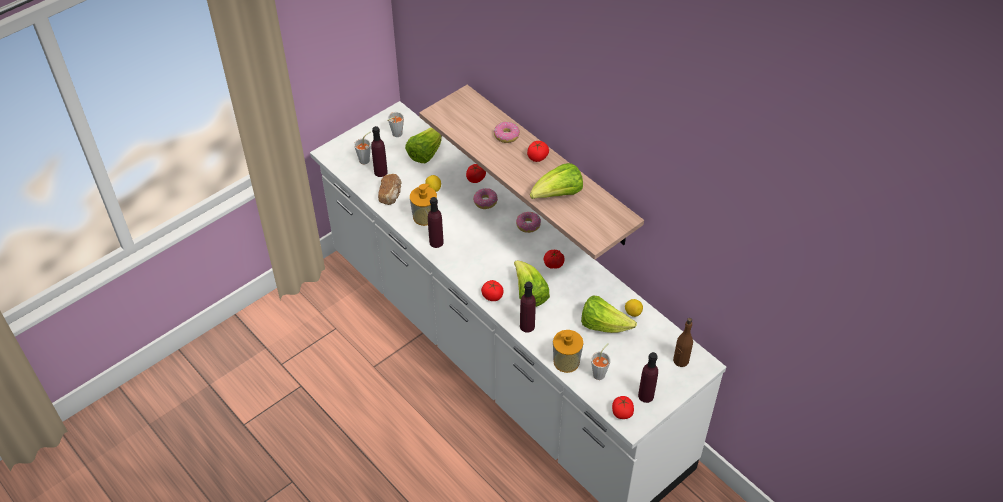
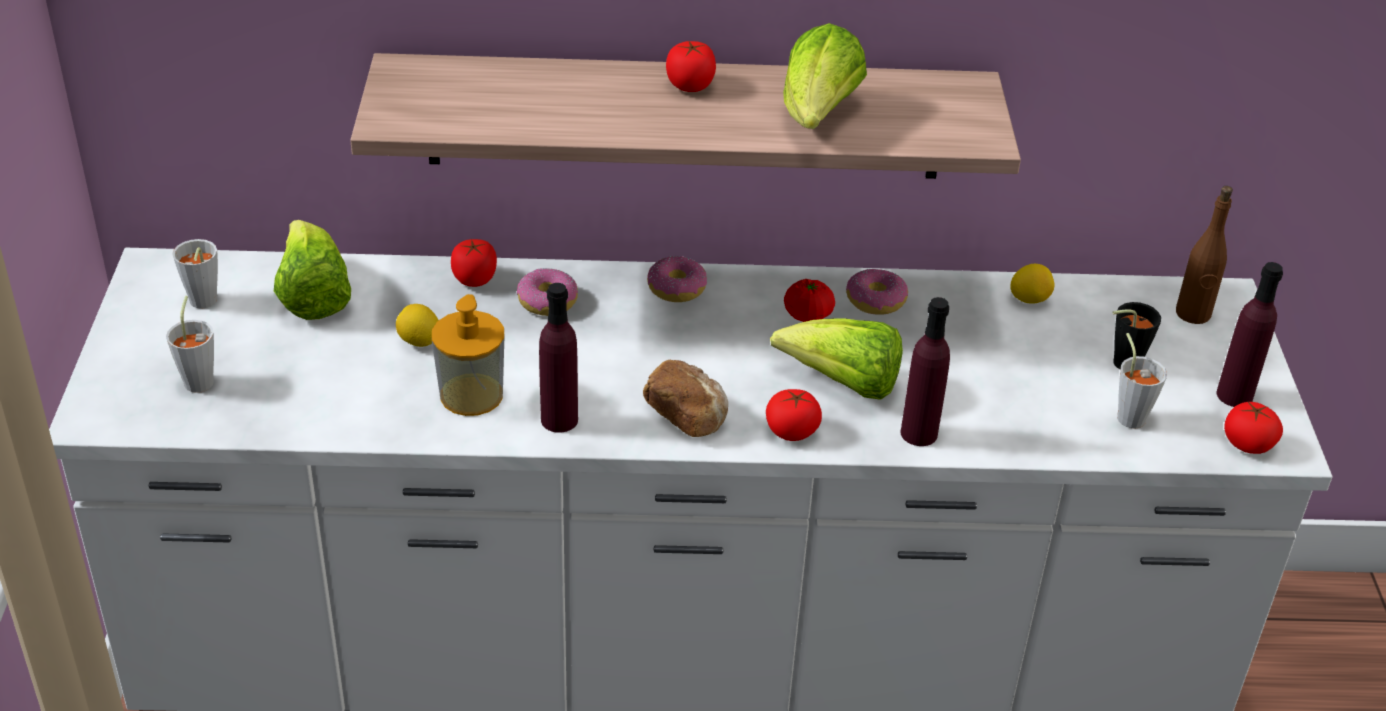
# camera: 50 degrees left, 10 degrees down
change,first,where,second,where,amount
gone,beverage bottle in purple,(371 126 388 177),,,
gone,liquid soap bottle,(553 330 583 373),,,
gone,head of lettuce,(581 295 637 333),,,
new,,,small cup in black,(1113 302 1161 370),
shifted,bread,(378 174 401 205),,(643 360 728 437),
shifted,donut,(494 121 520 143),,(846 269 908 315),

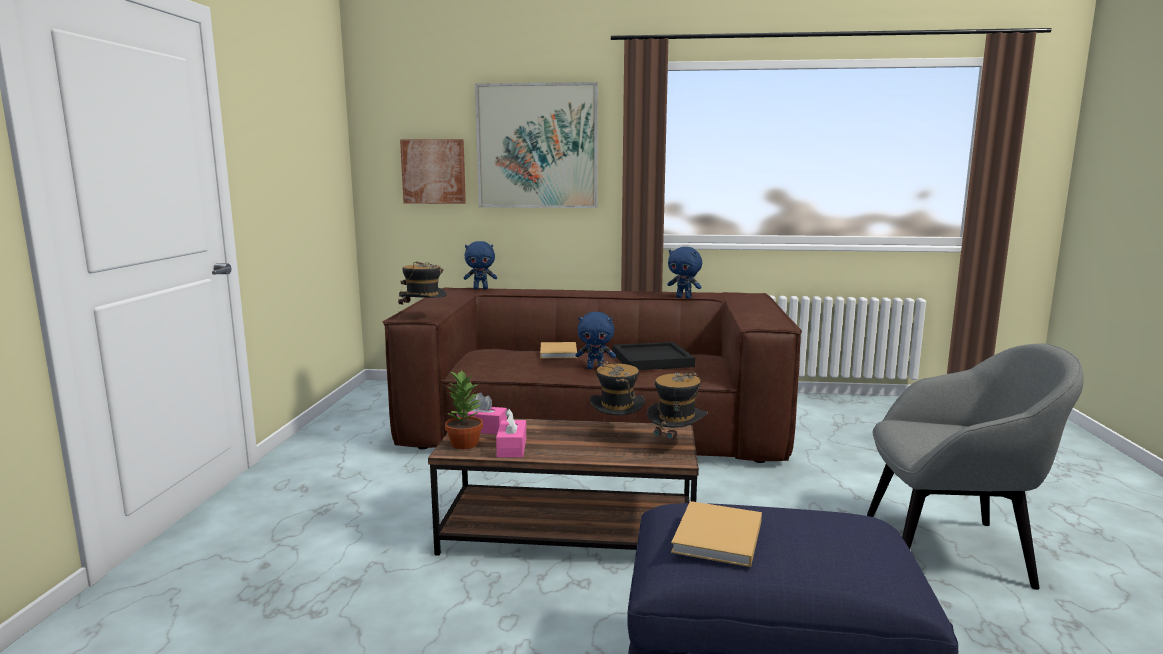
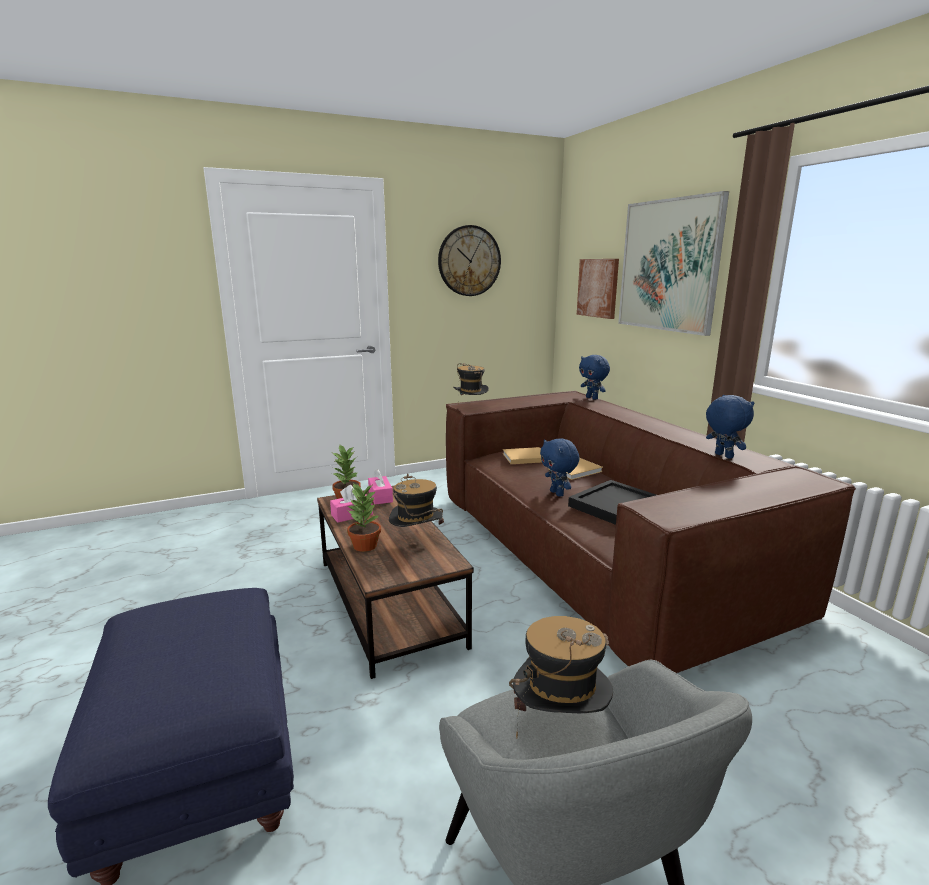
# camera: 60 degrees right, 5 degrees up
change,first,where,second,where,amount
new,,,plant in a pot,(347 483 381 552),
new,,,wall clock,(438 225 501 296),
shifted,wearable hat,(647 371 708 457),,(509 616 613 738),
shifted,book in beige-coloured,(671 501 762 567),,(503 447 542 464),
rotated,soft toy in blue,(667 247 702 299),,(706 395 754 459),150 degrees clockwise

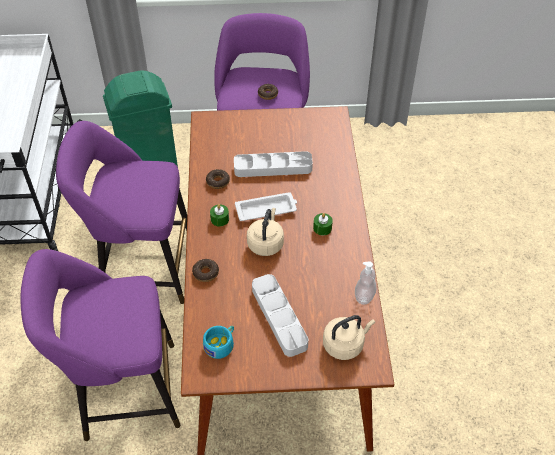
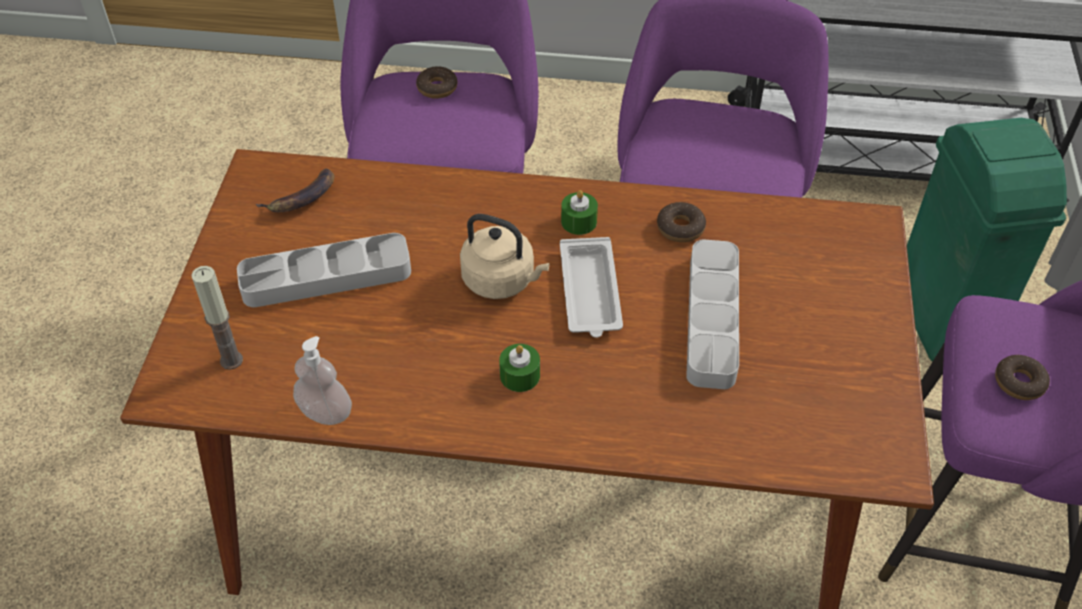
# camera: 100 degrees right, 0 degrees up
change,first,where,second,where,amount
shifted,donut,(192 259 219 282),,(416 66 457 99),
swapped,small cup in turquoise,(203 326 234 359),banana fruit,(256 168 334 212),
swapped,kettle in beige-coloured,(323 315 375 360),candle,(191 266 243 370),

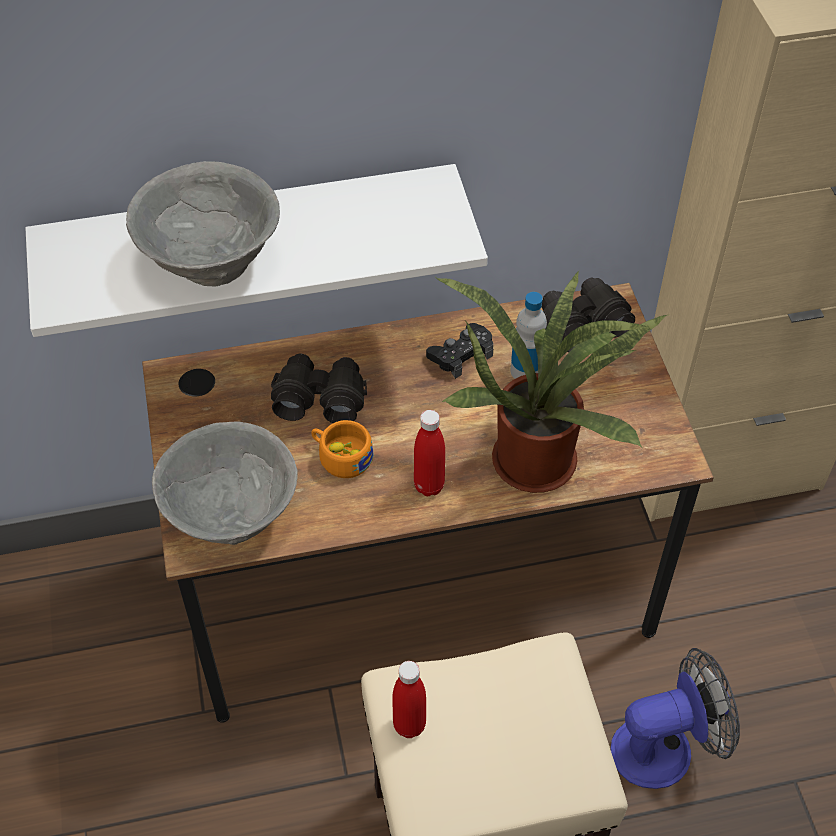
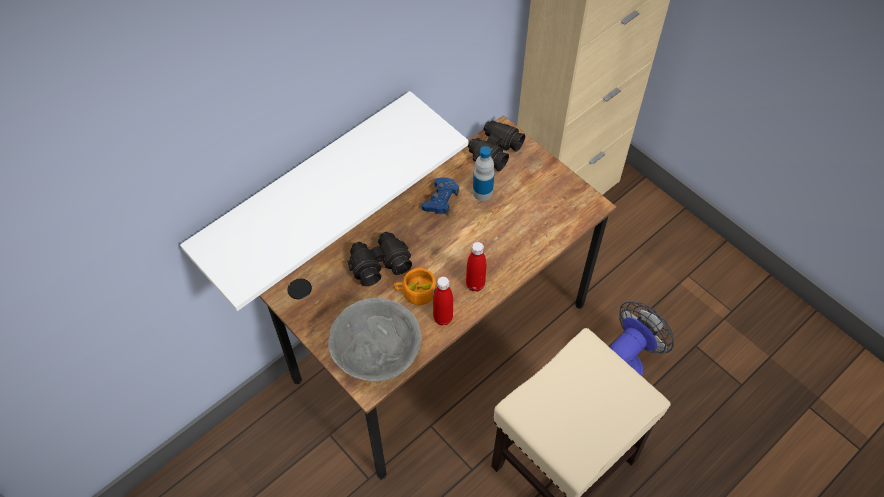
# camera: 30 degrees left, 5 degrees up
change,first,where,second,where,amount
gone,deep dish in gray,(126 161 280 286),,,
gone,plant in a pot,(437 269 667 493),,,
shifted,beverage bottle in red,(392 661 426 738),,(433 276 453 325),
repainted,joypad in black,(426 323 493 379),joypad in blue,(422 178 459 216),

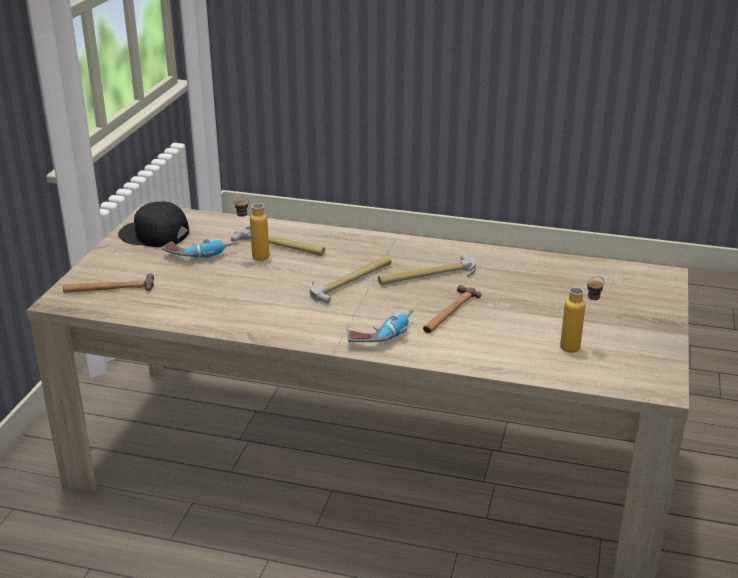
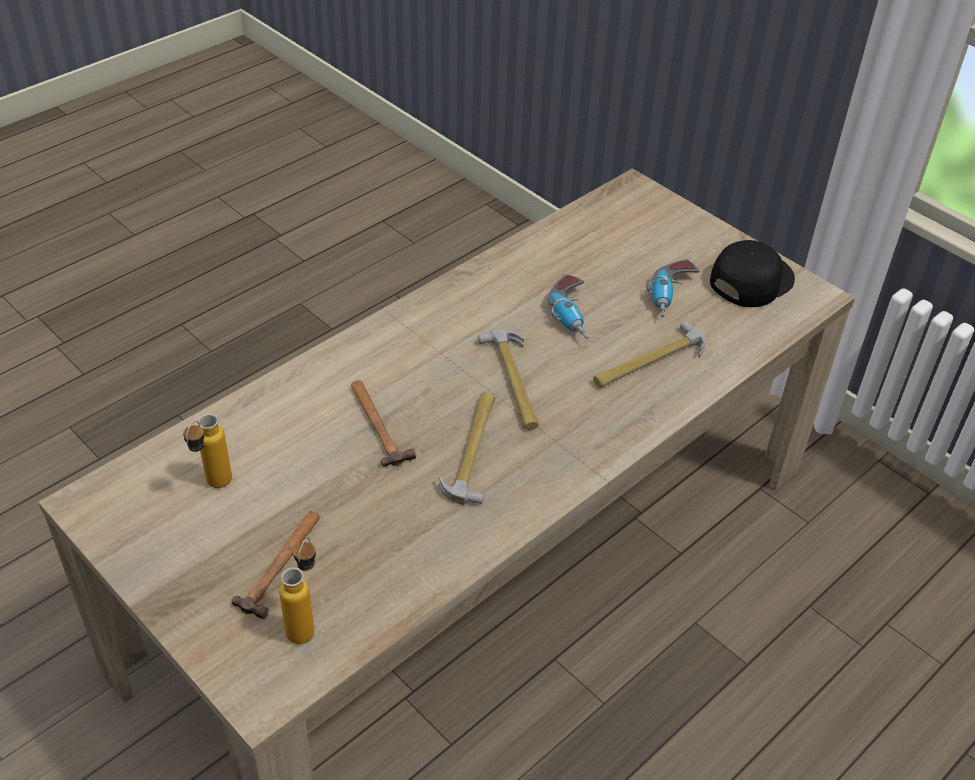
# camera: 120 degrees right, 15 degrees up
change,first,where,second,where,amount
shifted,hand hammer,(63 274 154 293),,(231 511 320 619),
shifted,beverage bottle,(234 195 269 261),,(279 538 316 644),
shifted,electric drill,(347 310 414 342),,(548 274 589 339),

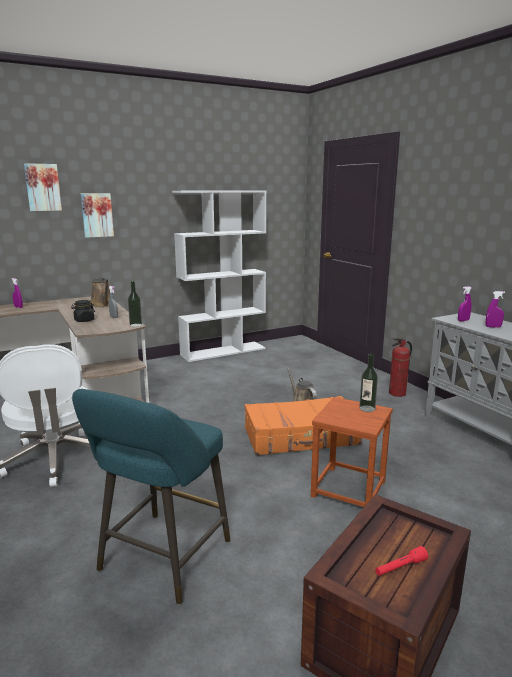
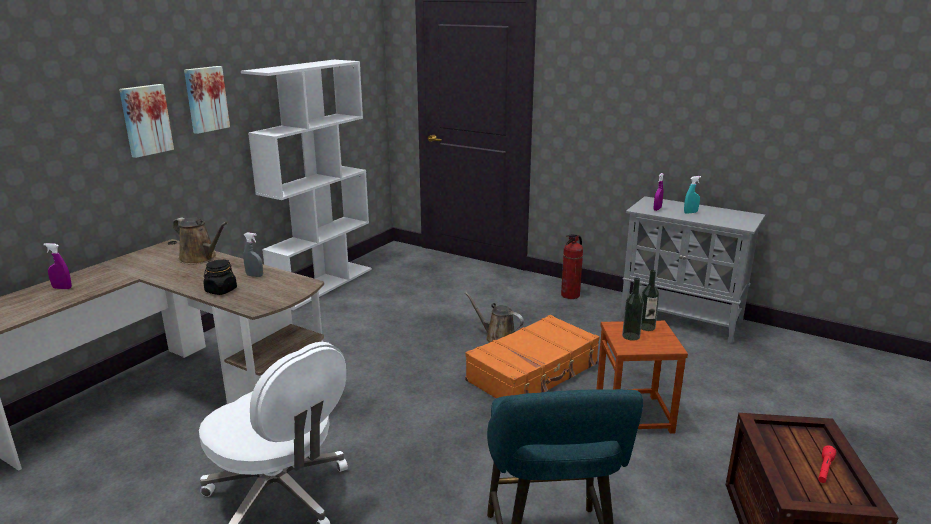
# camera: 30 degrees left, 5 degrees up
change,first,where,second,where,amount
shifted,picture,(24 163 62 211),,(184 66 230 134),
shifted,beverage bottle,(128 281 142 327),,(622 277 644 341),
repainted,sprayer in purple,(486 291 505 328),sprayer in turquoise,(684 176 701 214),

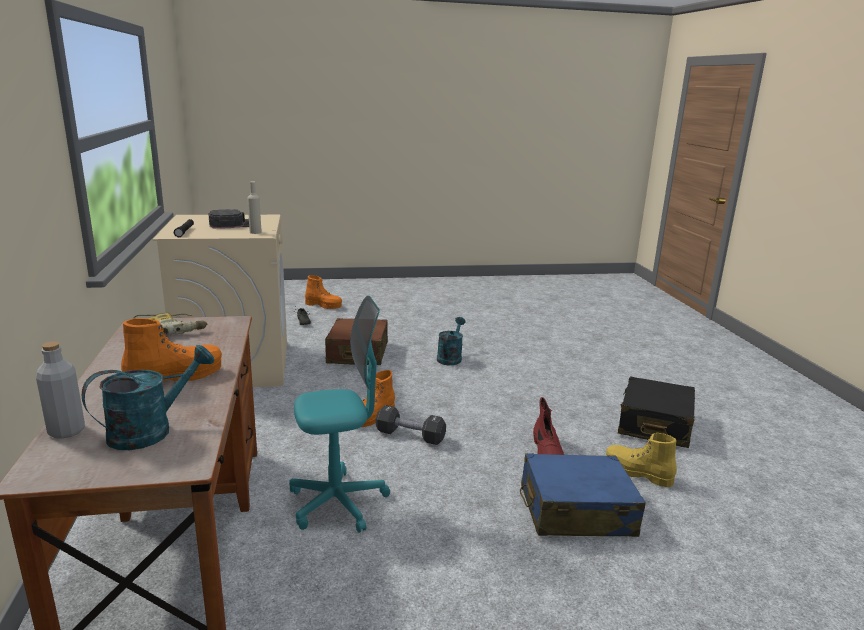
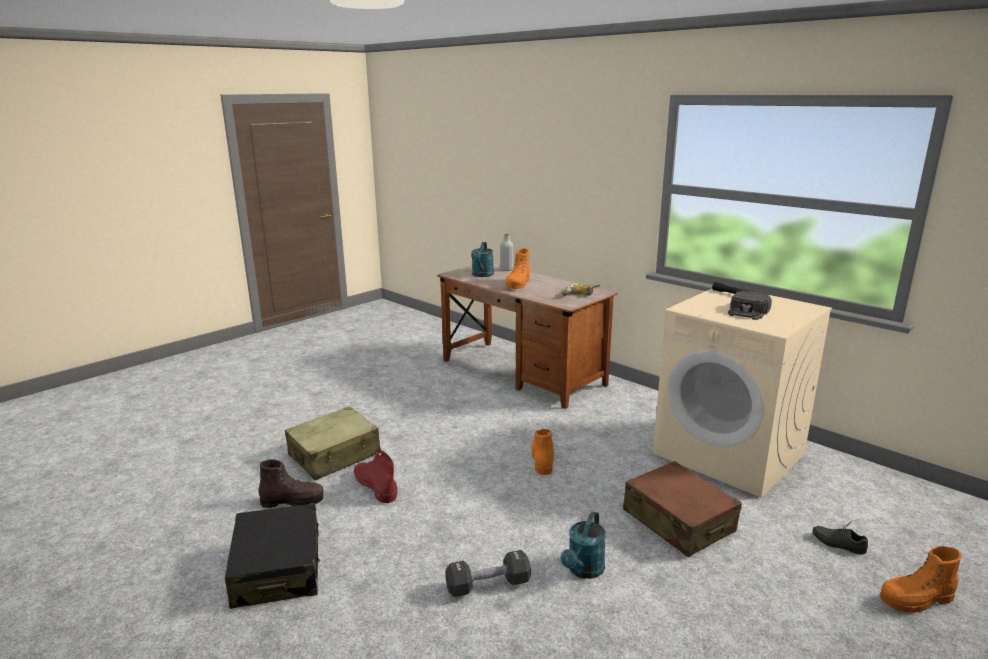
# camera: 145 degrees right, 0 degrees up
change,first,where,second,where,amount
gone,beverage bottle in beige-coloured,(247 182 262 234),,,
gone,computer chair in turquoise,(289 296 390 533),,,
shifted,dumbbell in black,(376 405 446 445),,(445 550 531 597),
repainted,piece of luggage in blue,(520 453 646 537),piece of luggage in beige-coloured,(285 407 381 480),
repainted,tall boot in yellow,(606 433 677 487),tall boot in brown,(258 460 323 508),
rotated,watering pot in turquoise,(437 317 466 365),,(561 511 606 579),45 degrees clockwise

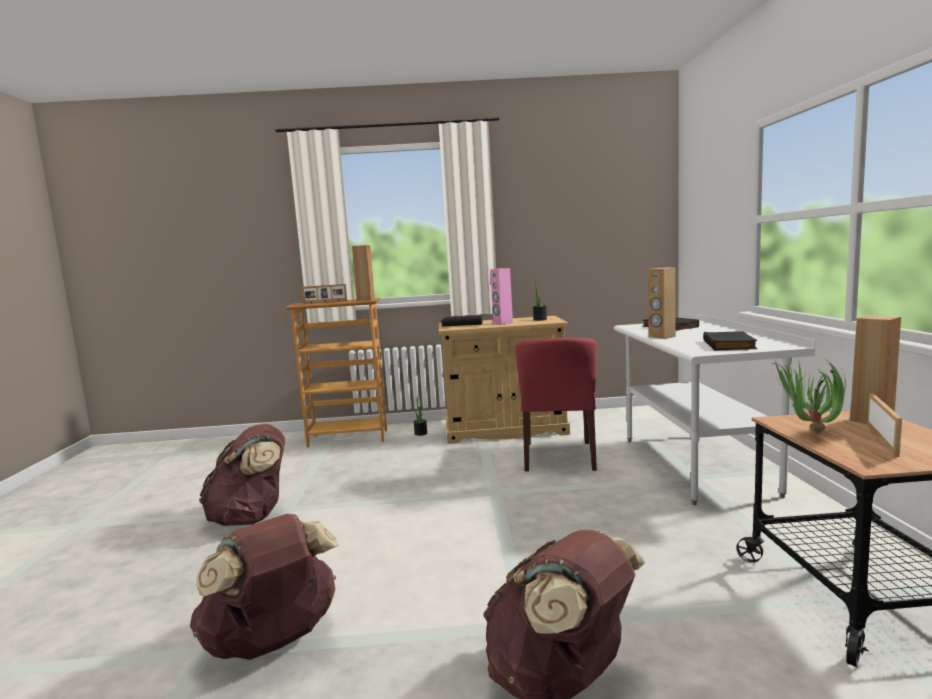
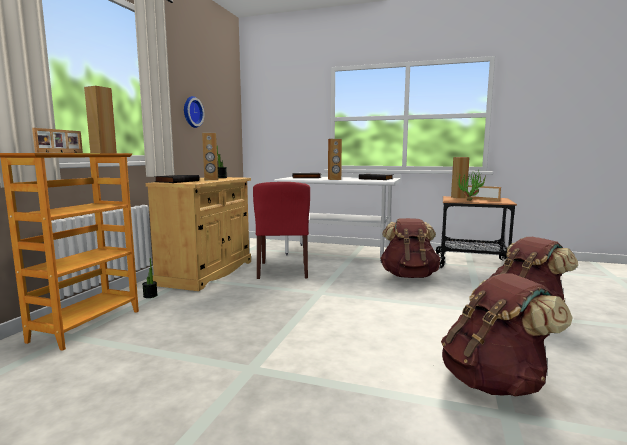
# camera: 70 degrees left, 0 degrees up
change,first,where,second,where,amount
new,,,wall clock,(184 96 204 128),
shifted,knapsack in brown,(199 424 285 526),,(380 218 441 278),
repainted,audio speaker in pinkish,(490 268 513 325),audio speaker in brown,(202 133 218 180),
rotated,upright chair in red,(516 338 597 471),,(253 182 310 279),60 degrees clockwise

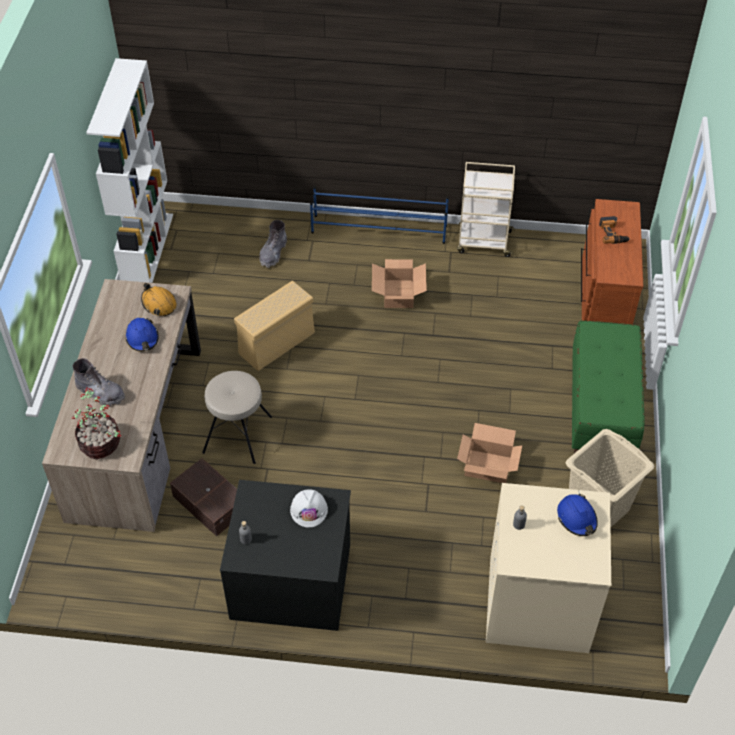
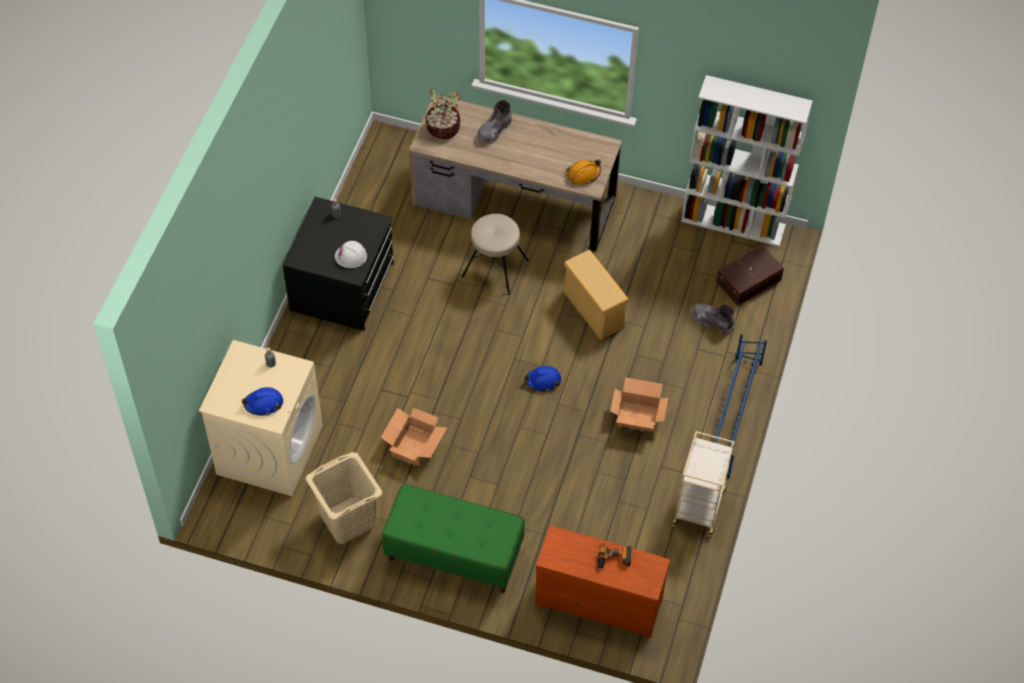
# camera: 100 degrees right, 5 degrees up
change,first,where,second,where,amount
shifted,safety helmet in blue,(125 318 159 352),,(524 366 561 392),
shifted,storage box in brown,(170 458 237 536),,(716 245 784 306),

